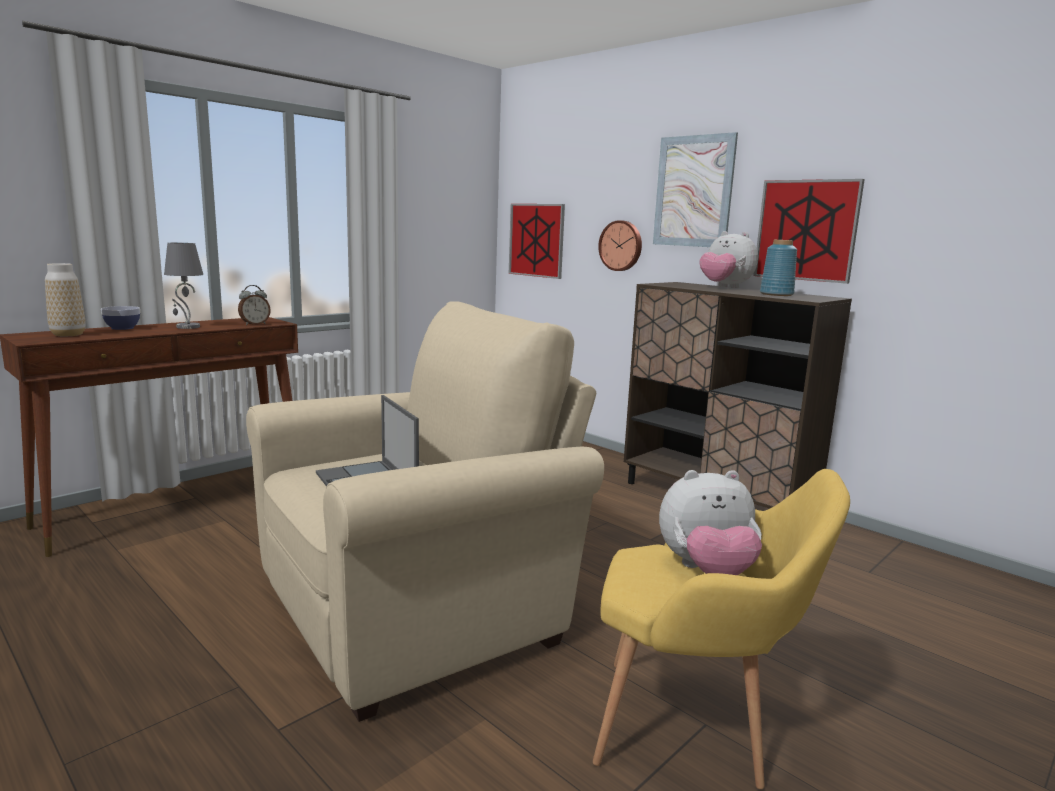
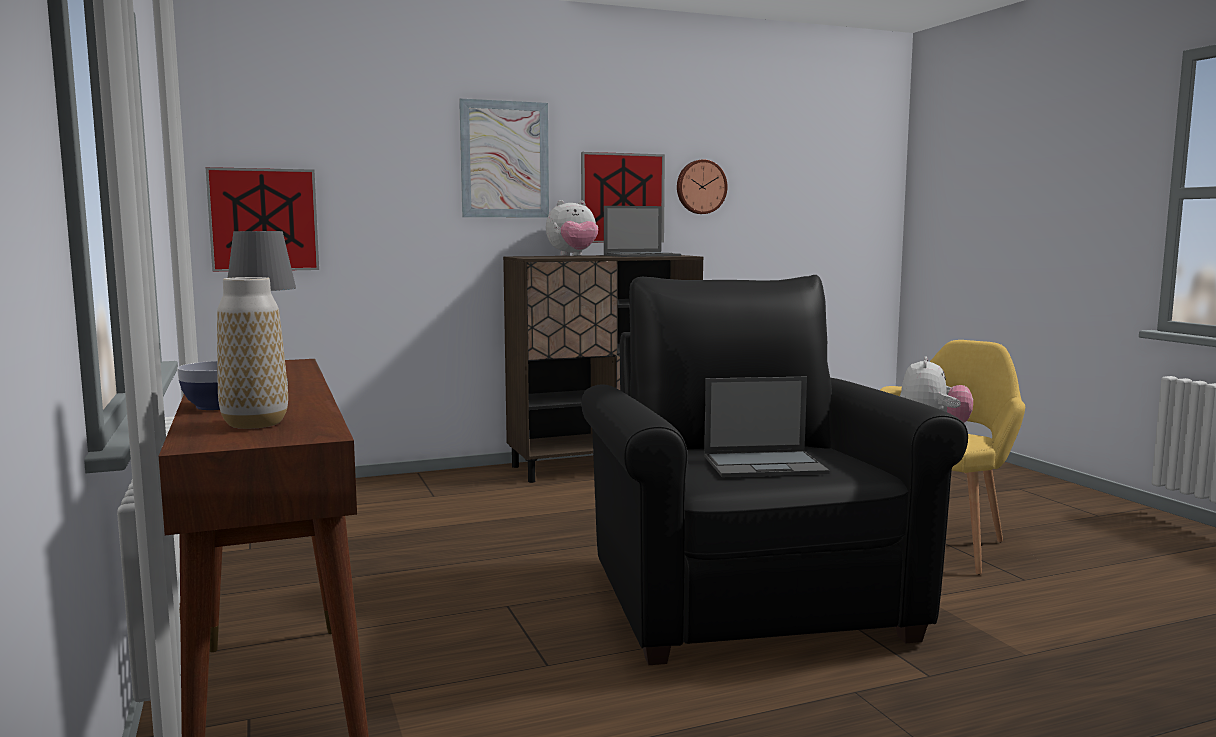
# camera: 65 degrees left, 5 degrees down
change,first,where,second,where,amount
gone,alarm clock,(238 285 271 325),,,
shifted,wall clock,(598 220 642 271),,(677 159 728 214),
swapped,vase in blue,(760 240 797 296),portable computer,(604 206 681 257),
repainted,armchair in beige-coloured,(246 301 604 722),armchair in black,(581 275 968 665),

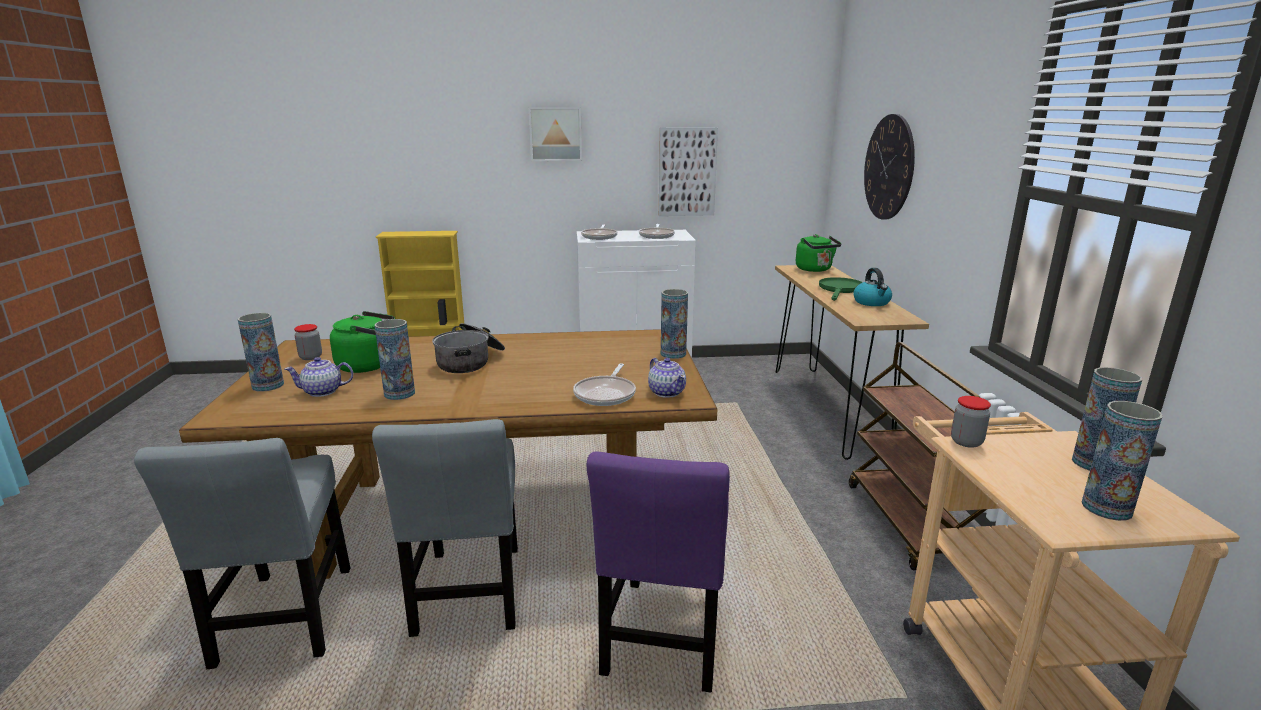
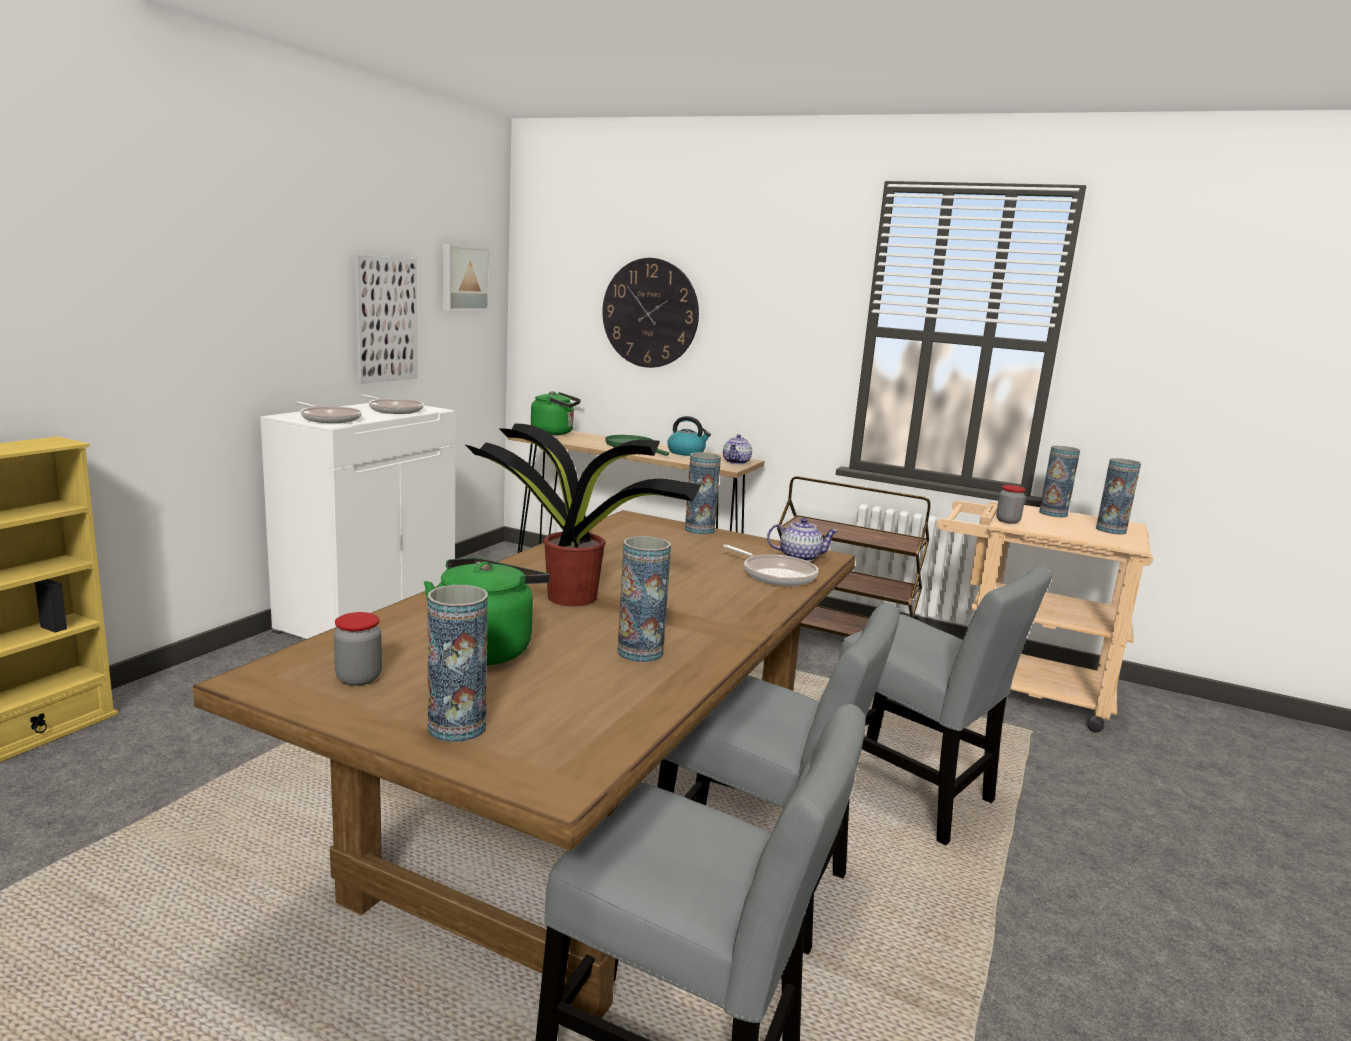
# camera: 60 degrees left, 5 degrees down
change,first,where,second,where,amount
shifted,teapot,(285 357 353 397),,(723 434 752 465),
shifted,picture,(529 107 582 161),,(443 244 490 311),
swapped,cooking pot,(432 323 505 373),plant in a pot,(464 424 701 606),
repainted,upright chair in purple,(587 451 730 692),upright chair in gray,(838 566 1052 845),

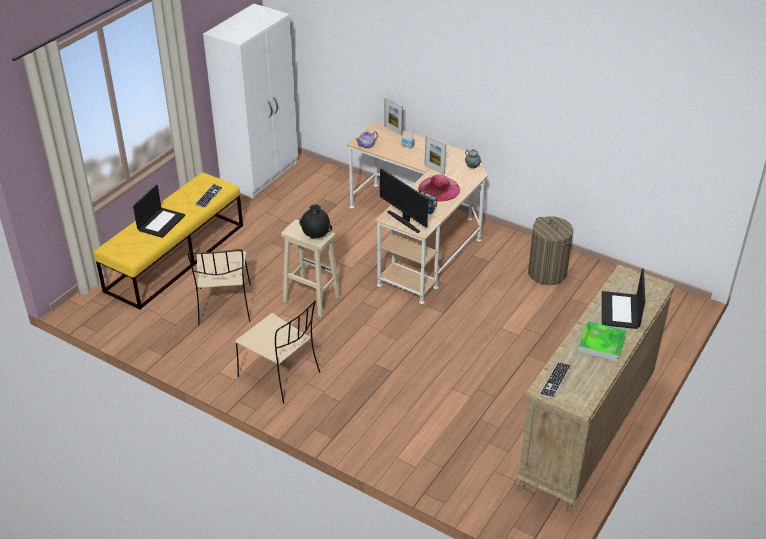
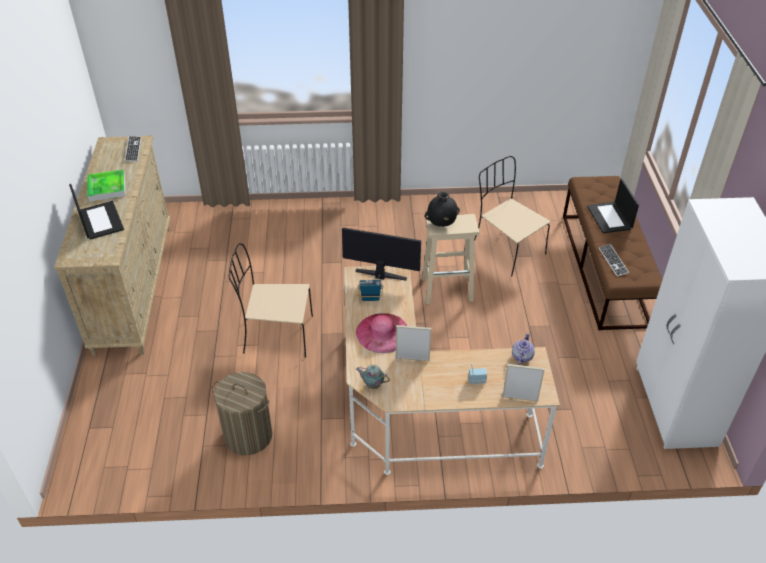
# camera: 145 degrees right, 5 degrees up
change,first,where,second,where,amount
shifted,upright chair in beige-coloured,(235 300 320 404),,(229 243 313 358),
repainted,indoor bench in yellow,(94 172 243 310),indoor bench in brown,(563 176 662 330),

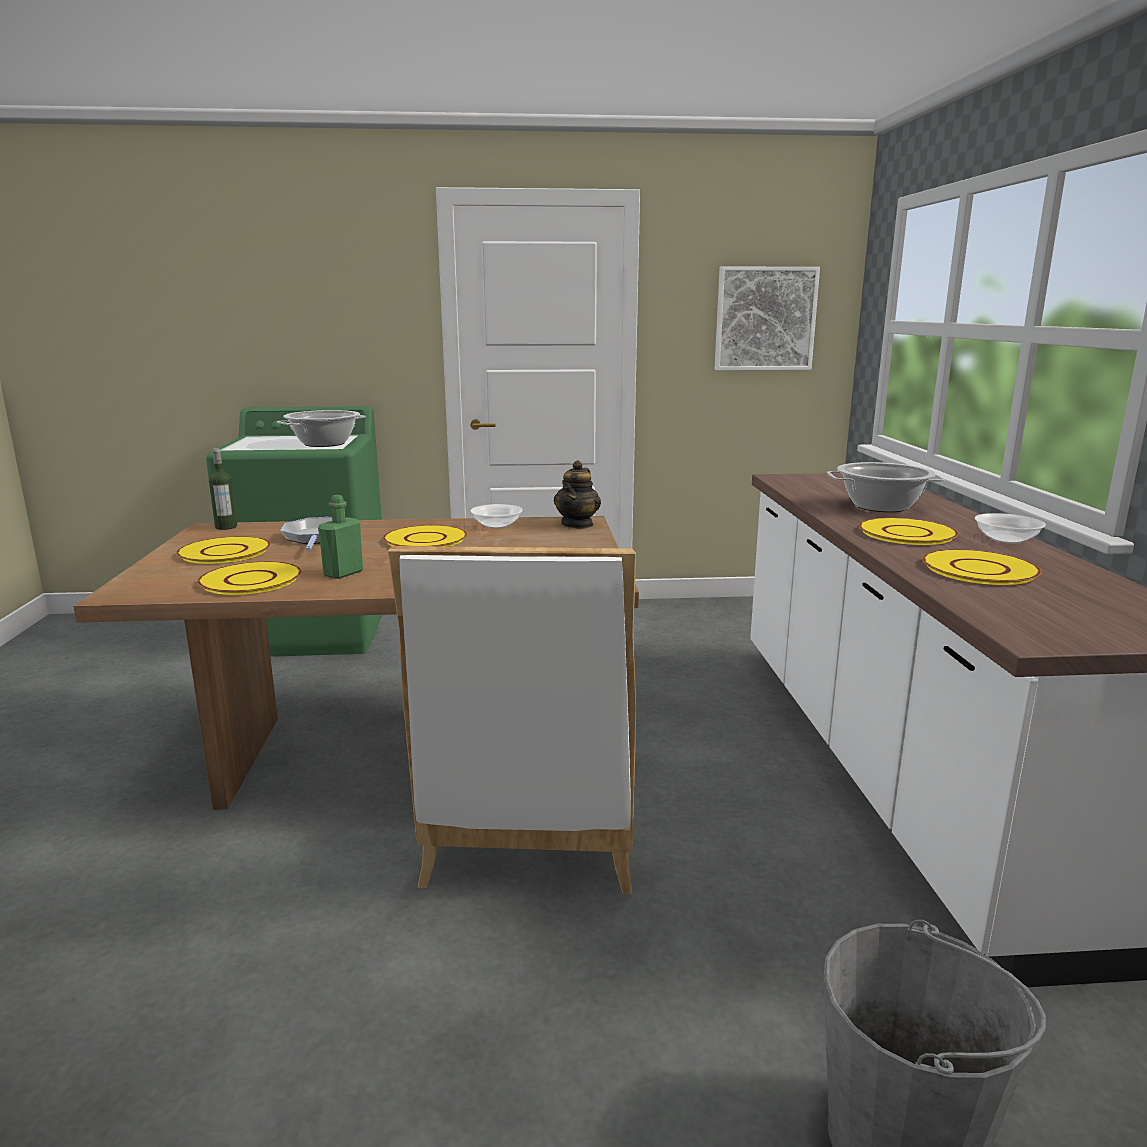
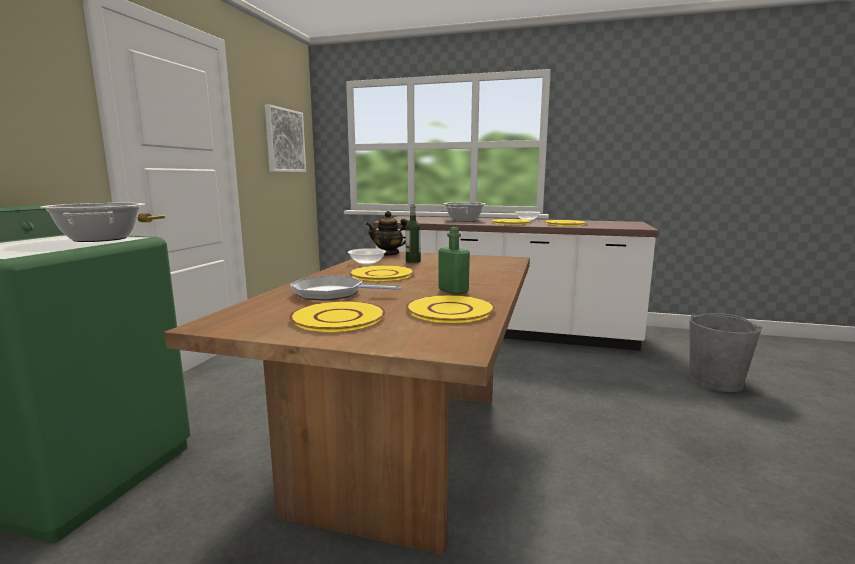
# camera: 70 degrees left, 5 degrees down
change,first,where,second,where,amount
gone,upright chair in white,(388 546 636 895),,,
shifted,beverage bottle,(209 448 237 530),,(405 205 421 263),
rotated,teapot,(554 460 601 528),,(366 211 409 256),150 degrees clockwise

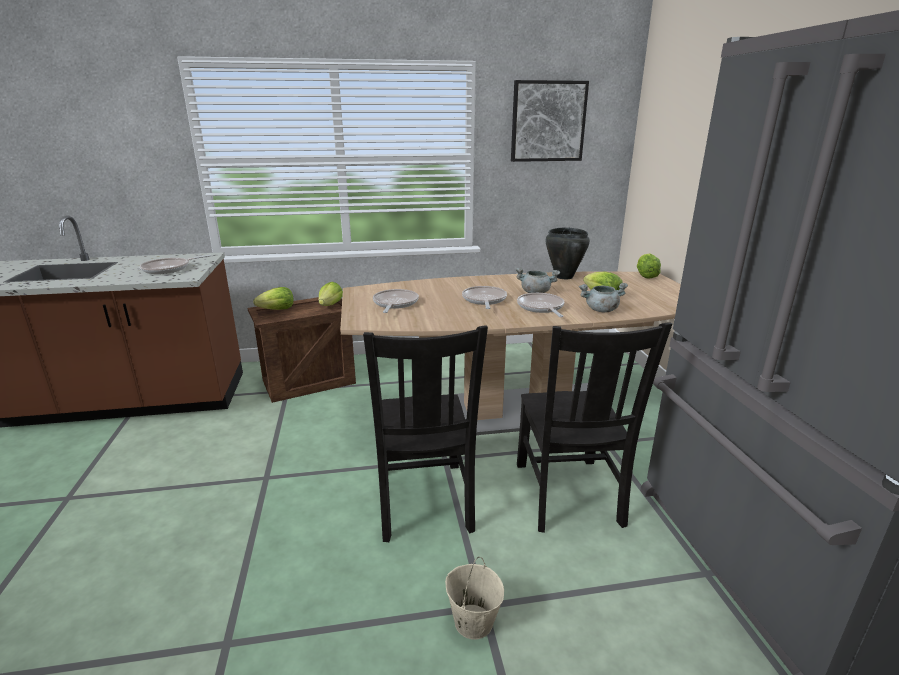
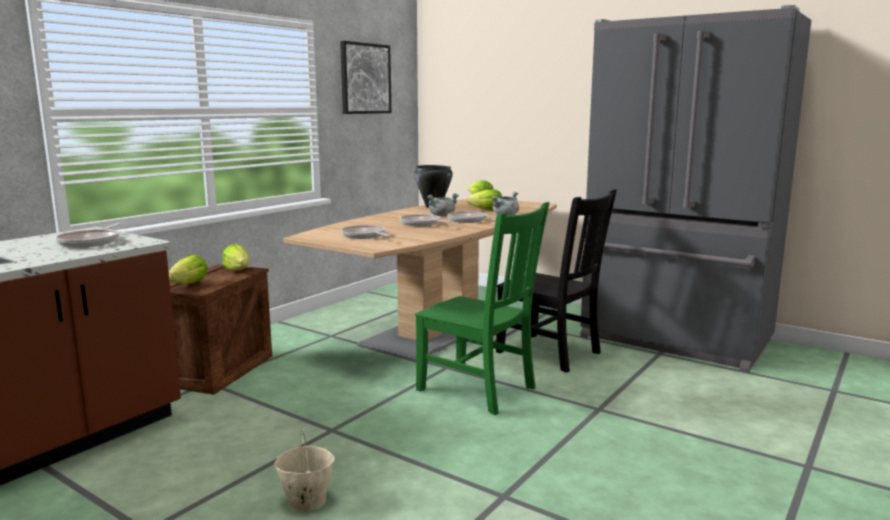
# camera: 45 degrees left, 10 degrees down
change,first,where,second,where,amount
shifted,water bucket in beige-coloured,(445 556 504 640),,(274 429 335 512),
repainted,upright chair in black,(363 325 488 542),upright chair in green-coloured,(415 202 550 415),

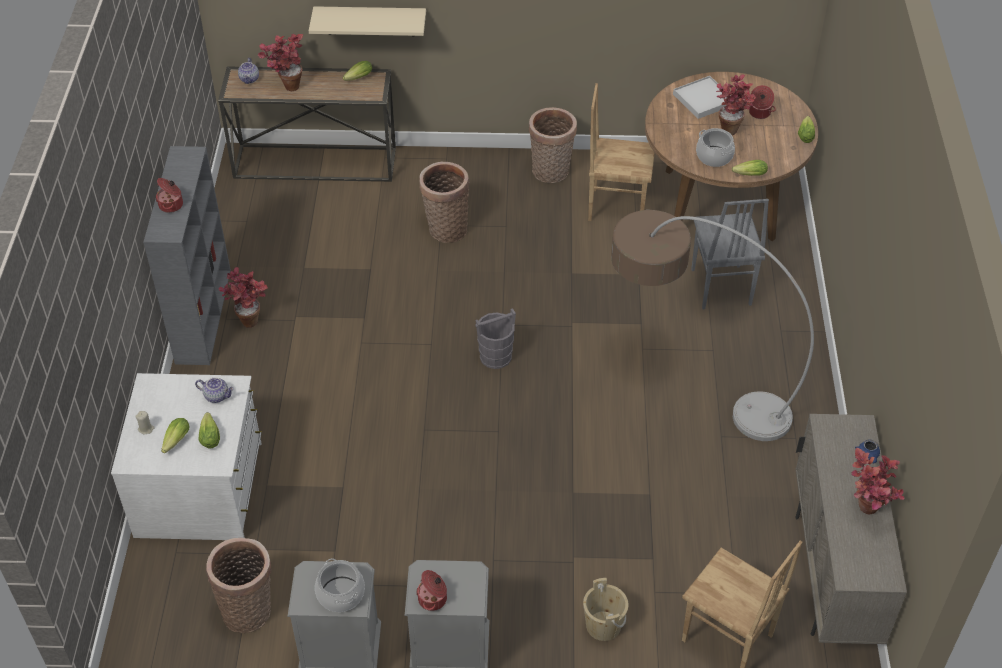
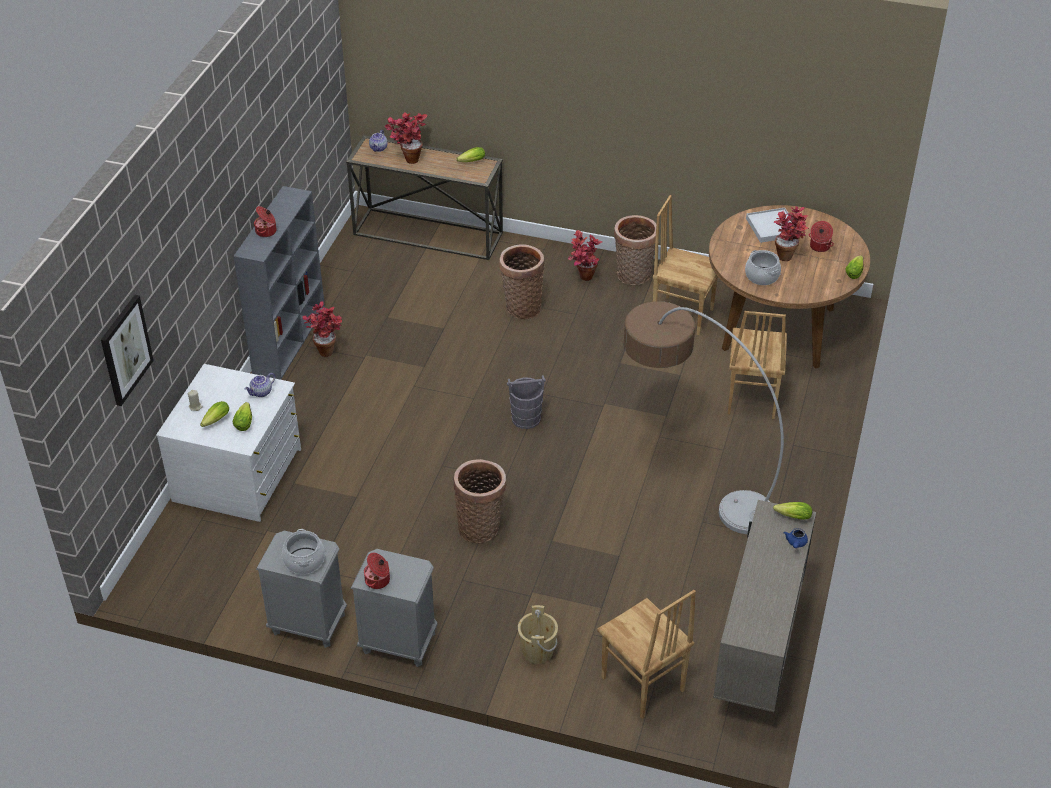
# camera: 15 degrees right, 5 degrees down
change,first,where,second,where,amount
gone,bracket shelf in beige-coloured,(309 6 426 37),,,
new,,,picture,(101 295 154 406),
shifted,household basket,(206 538 271 633),,(453 459 507 543),
shifted,head of lettuce,(732 160 768 176),,(773 502 812 520),
shifted,plant in a pot,(851 448 905 515),,(568 230 602 281),
repainted,upright chair in gray,(691 199 769 309),upright chair in brown,(728 311 787 419),
rotated,teapot,(195 378 234 403),,(245 373 275 397),105 degrees clockwise

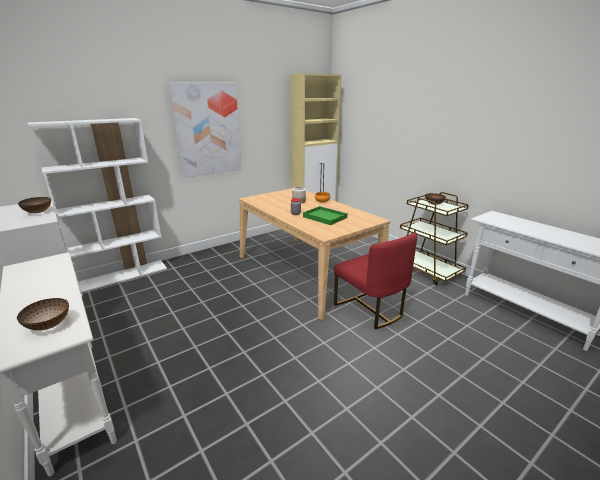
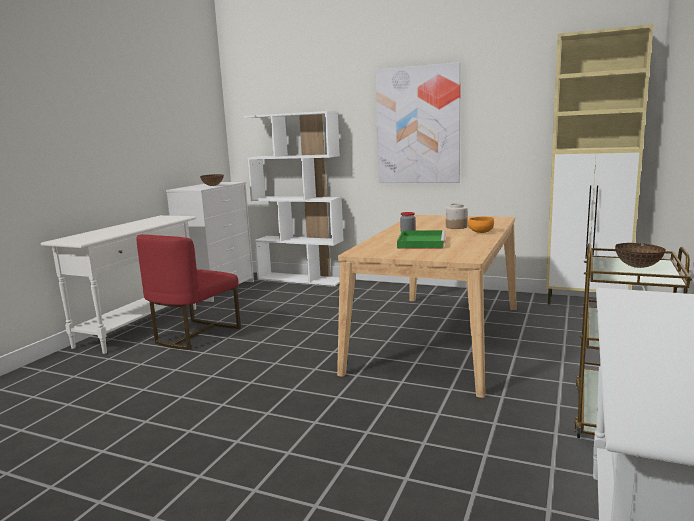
# camera: 60 degrees right, 10 degrees down
change,first,where,second,where,amount
gone,deep dish,(17 298 69 331),,,
shifted,upright chair in red,(334 233 417 329),,(137 234 241 350),

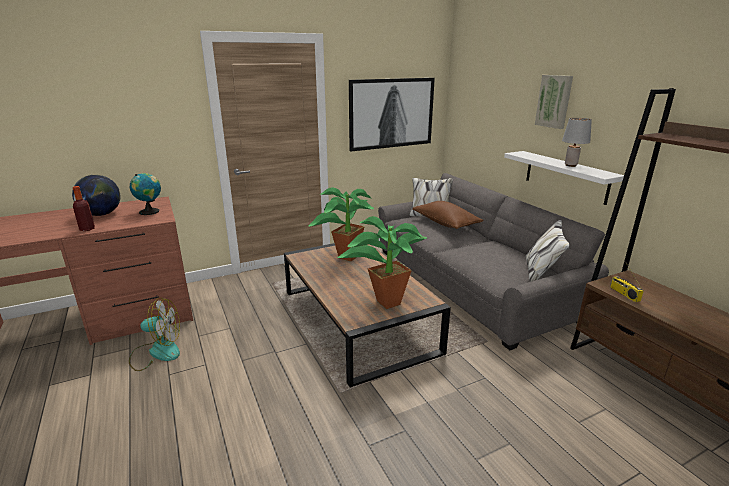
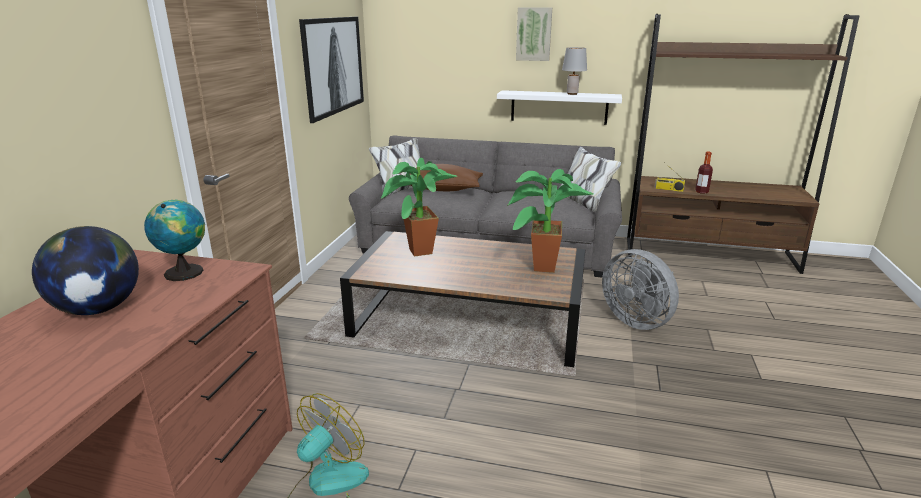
# camera: 50 degrees left, 0 degrees up
change,first,where,second,where,amount
new,,,cooling fan in gray,(602 249 679 330),
shifted,beverage bottle,(73 186 95 231),,(695 152 713 194),

